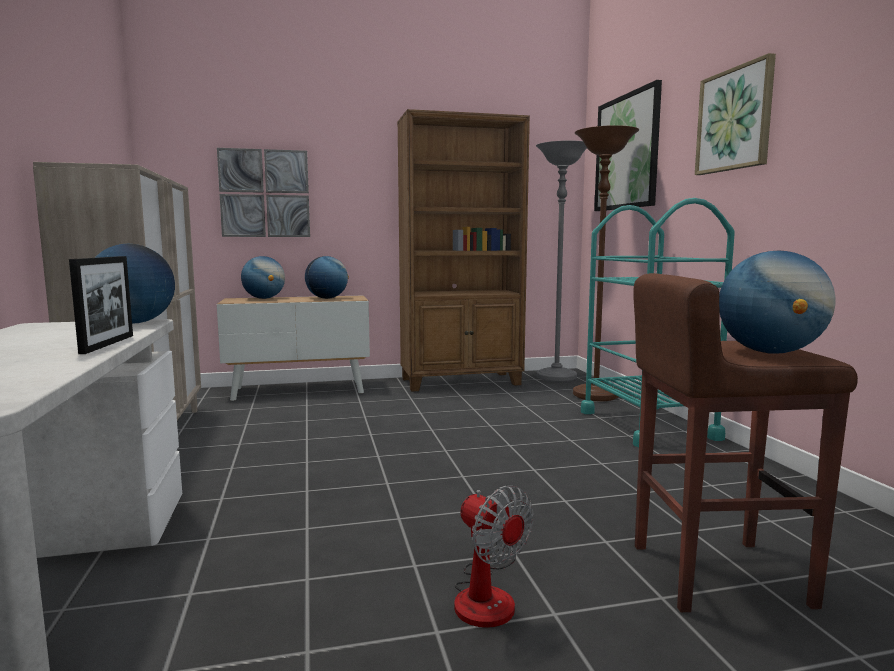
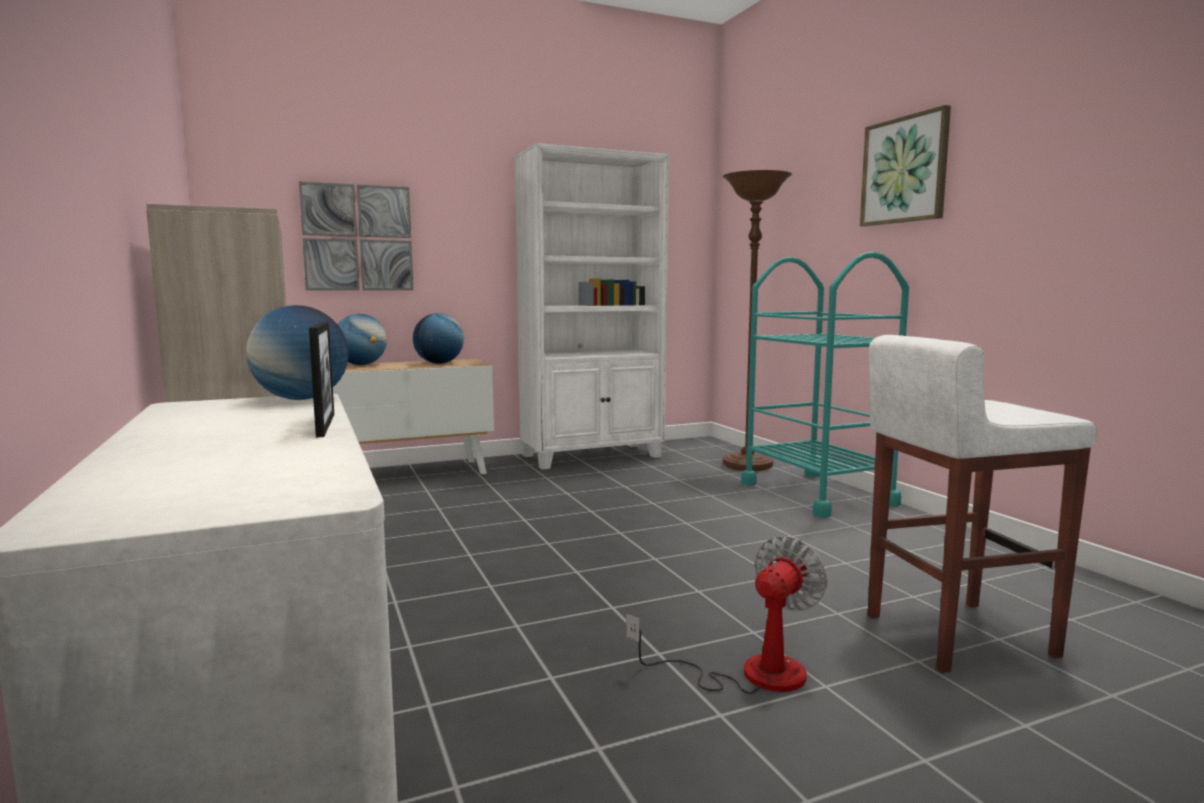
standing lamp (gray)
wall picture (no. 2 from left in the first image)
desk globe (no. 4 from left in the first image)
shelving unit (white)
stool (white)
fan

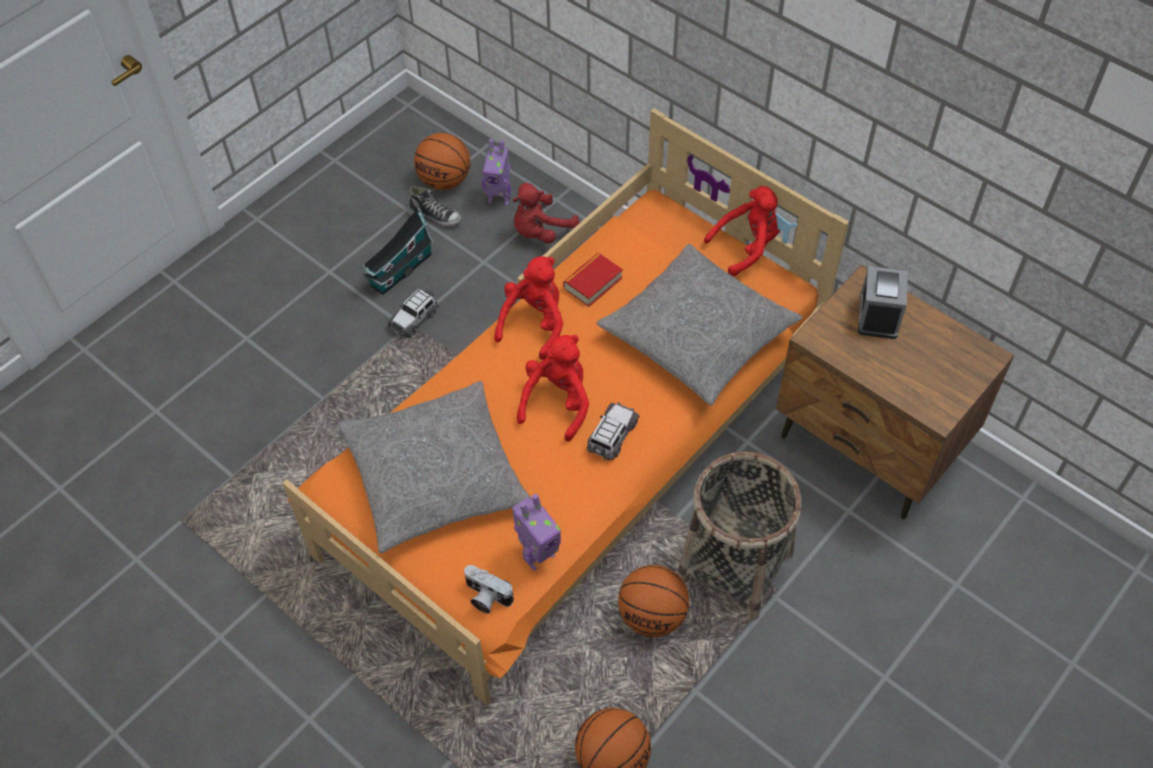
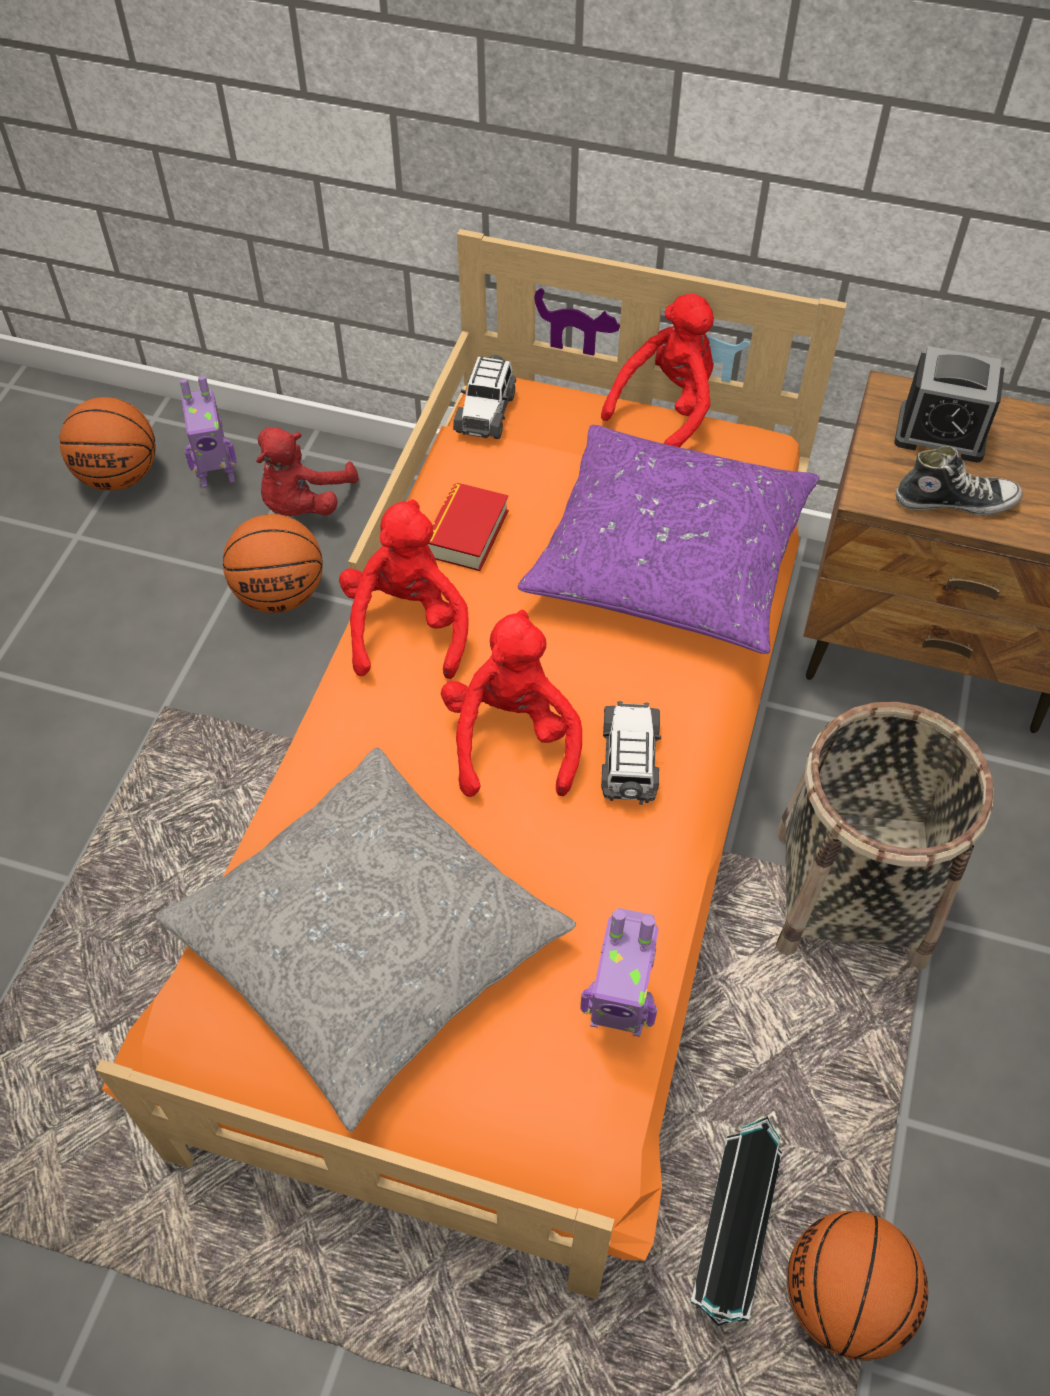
photo camera
toy house
toy car (no. 1 from left)
item of footwear
ball for basketball (no. 2 from left)
pillow (purplish)
toy robot (no. 2 from left)
bedside clock

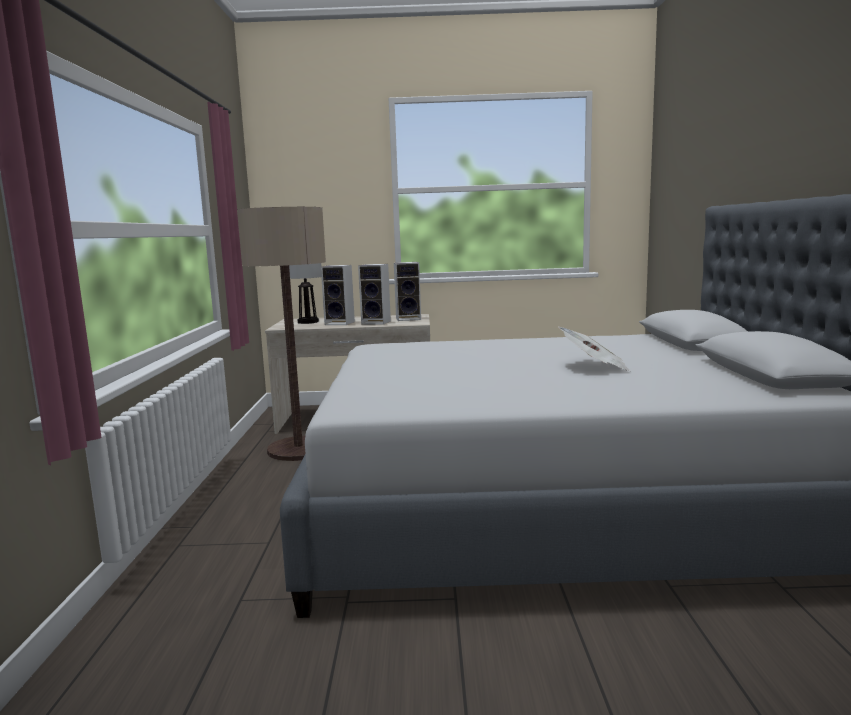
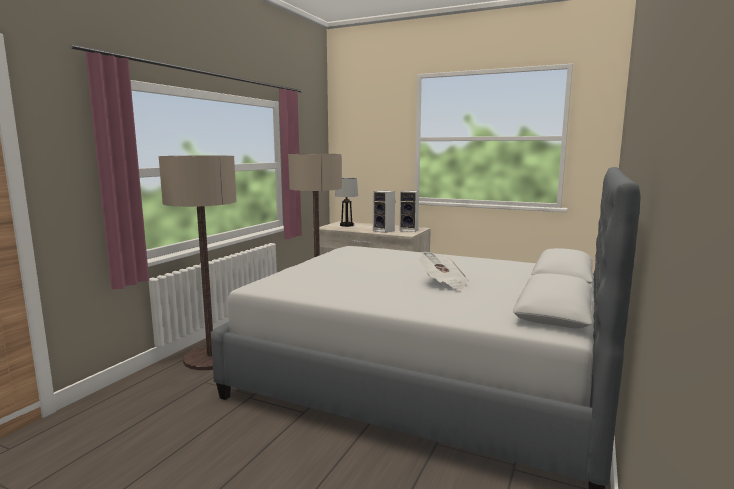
loudspeaker (no. 1 from left in the first image)
standing lamp (no. 1 from left)

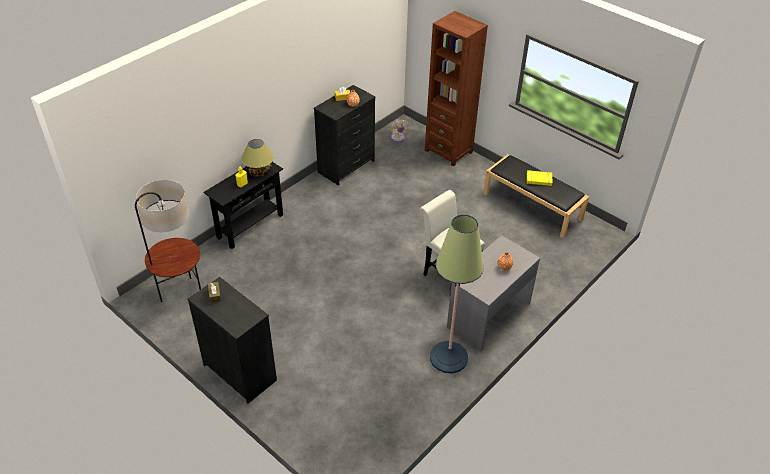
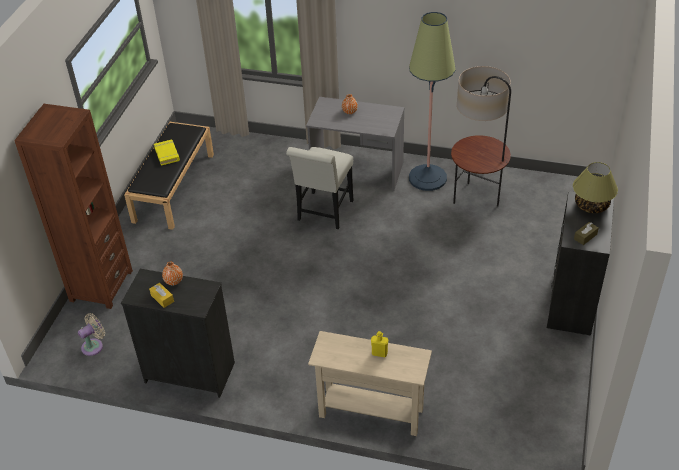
standing lamp (no. 2 from left)
tabletop lamp
console table (beige-coloured)

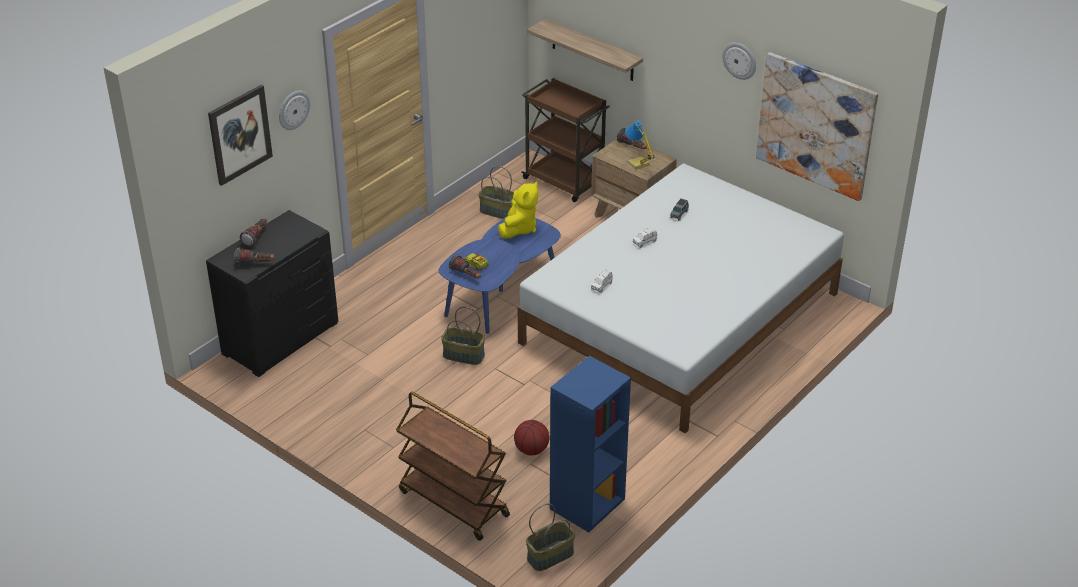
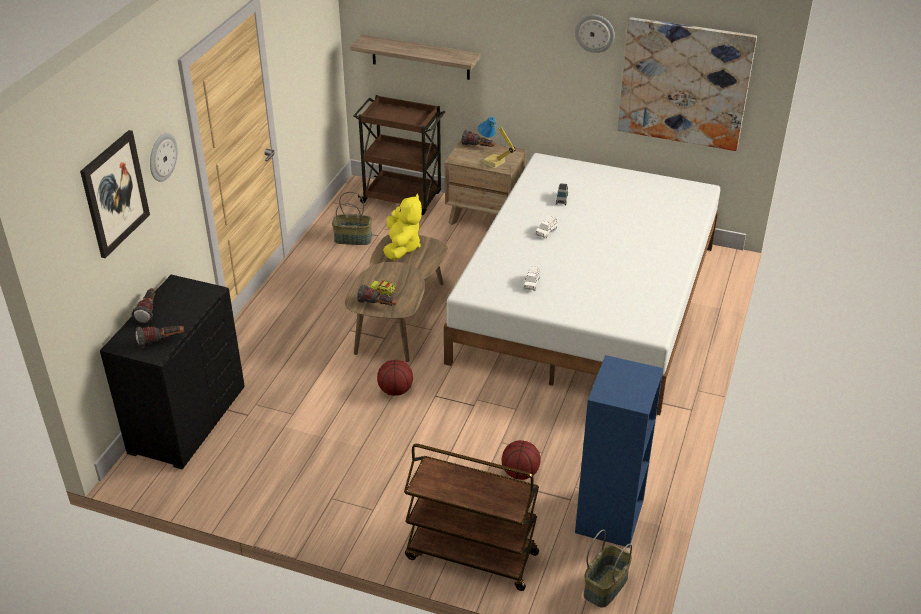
ball for basketball (no. 1 from left)
coffee table (brownish)

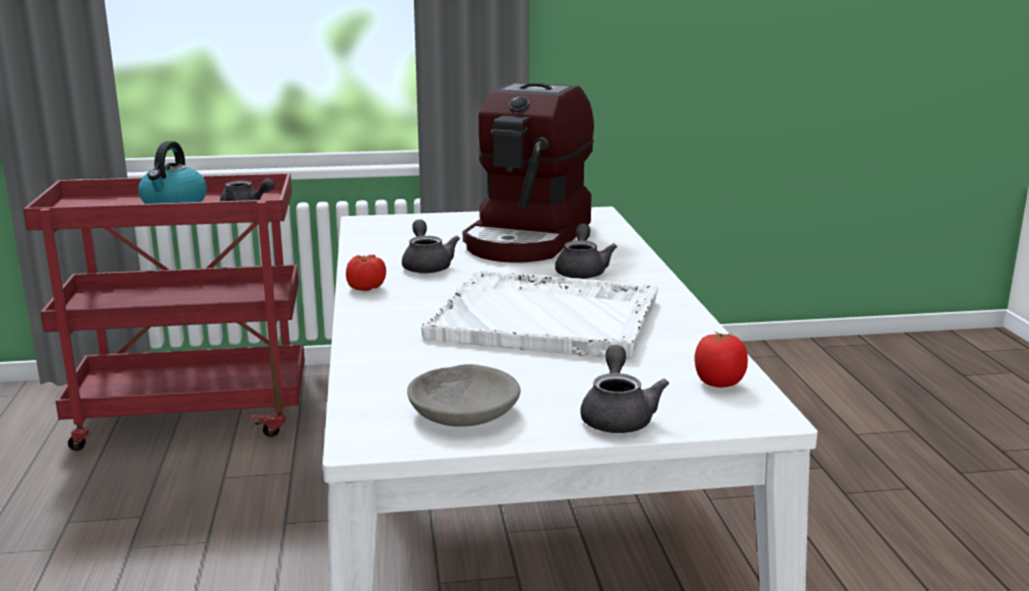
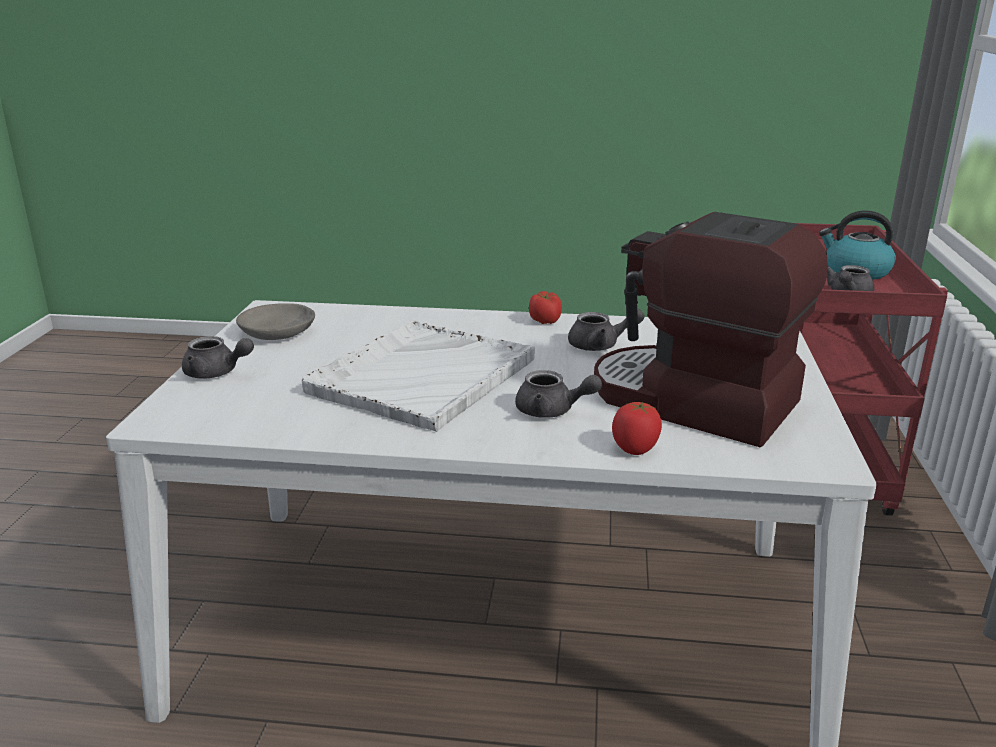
tomato (no. 2 from left)

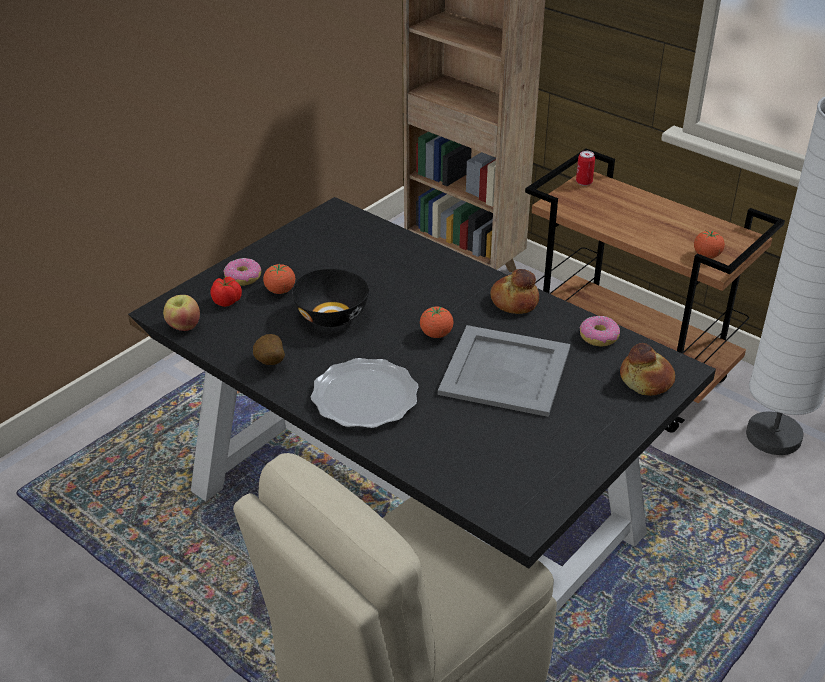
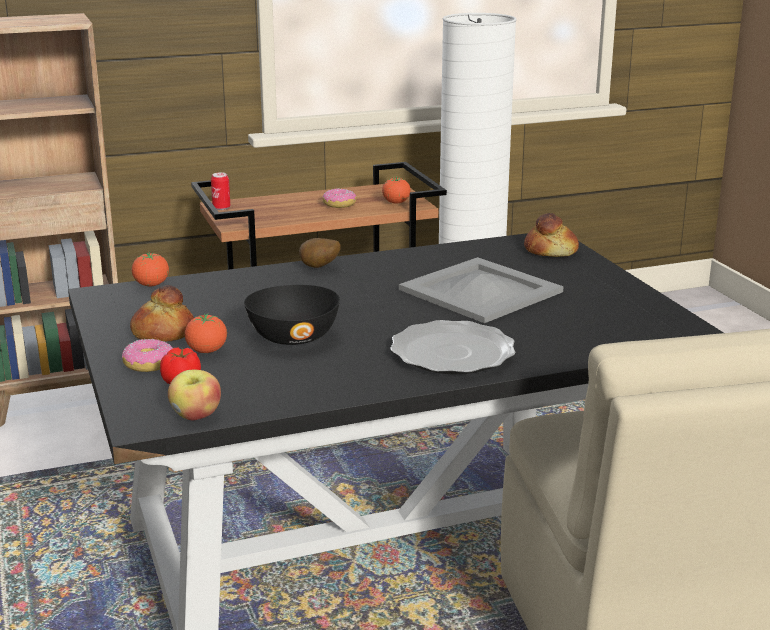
spud
tomato (no. 1 from left)
baked bread (no. 1 from left)
donut (no. 2 from left)

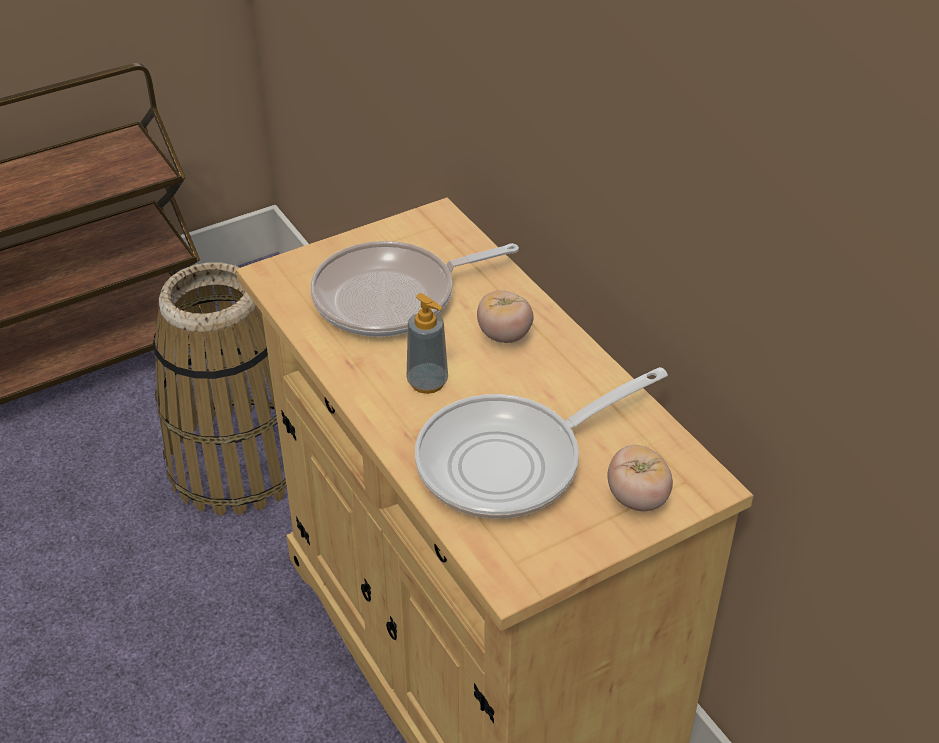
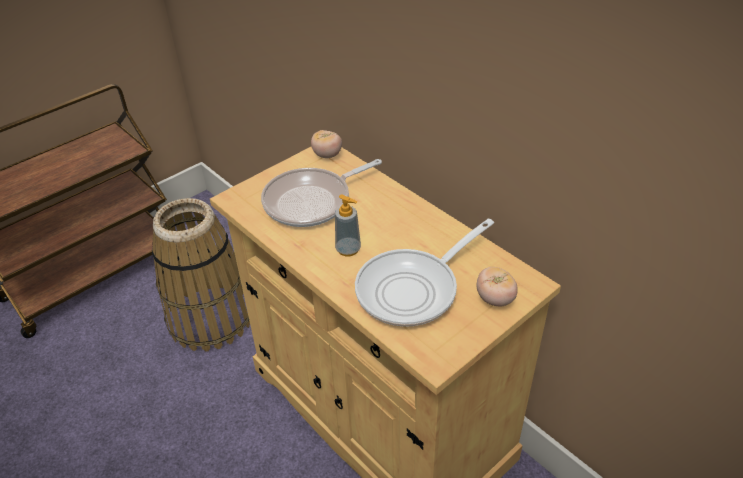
tomato (no. 1 from left)

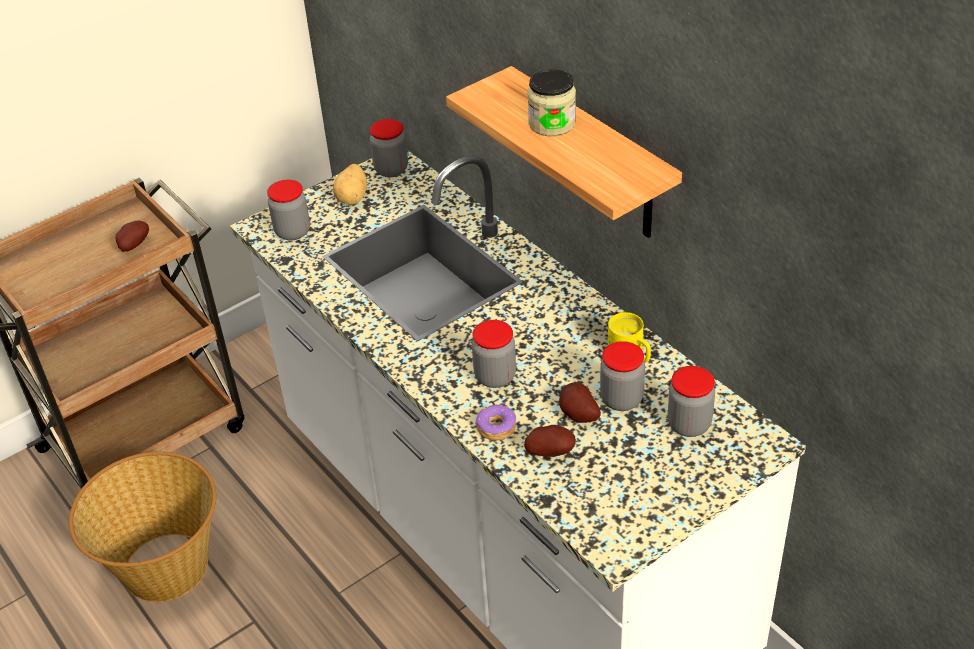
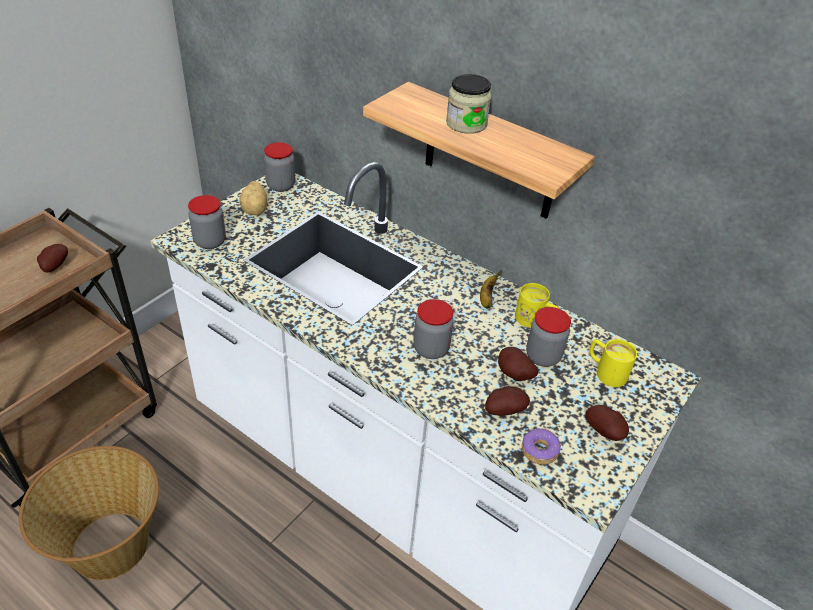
banana fruit
spud (no. 5 from left)
donut
mug (yellow-coloured) (no. 2 from left)

